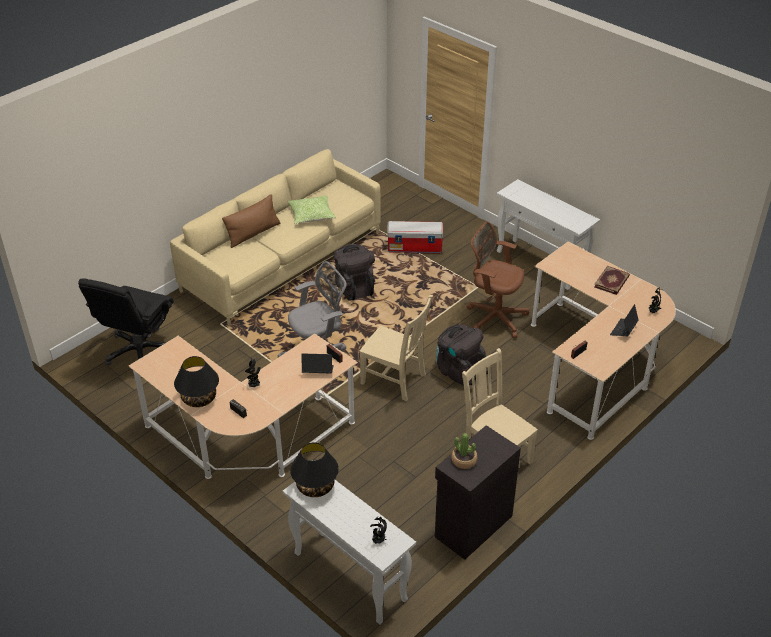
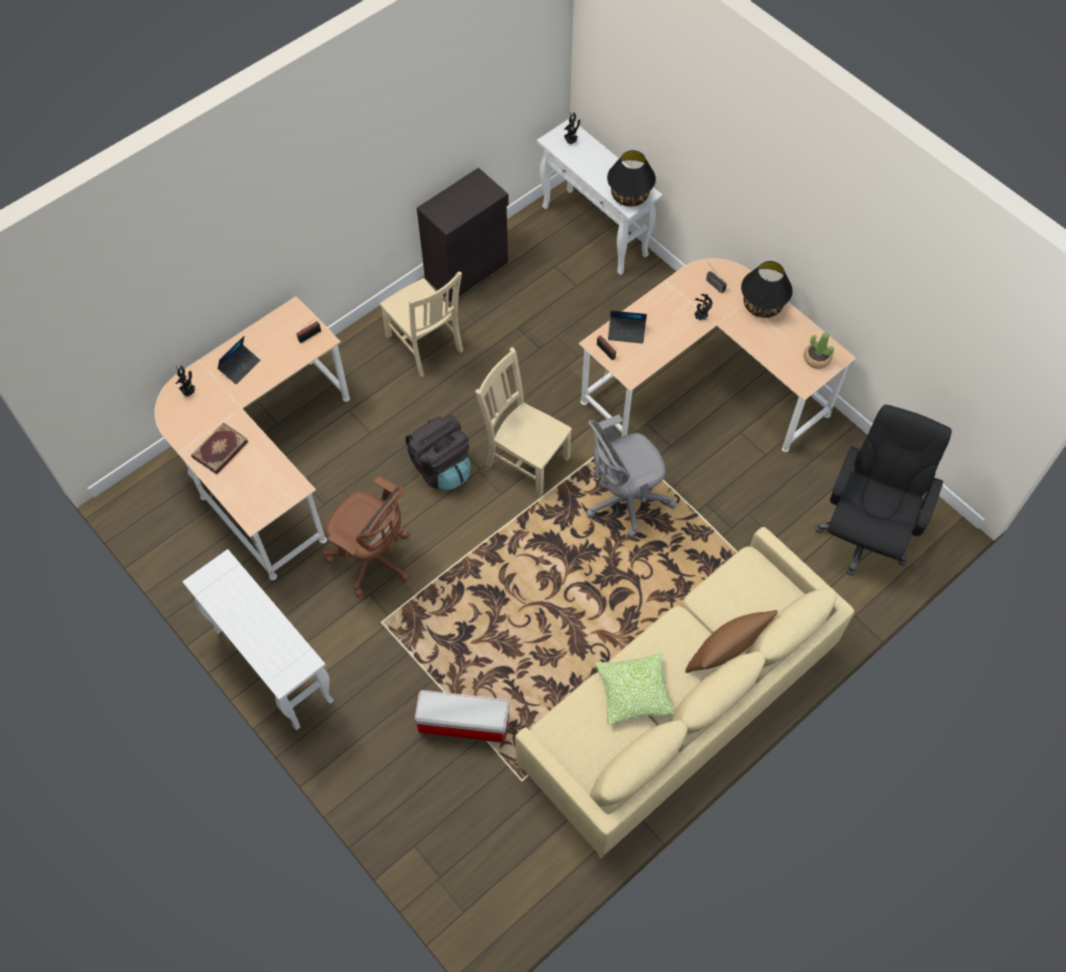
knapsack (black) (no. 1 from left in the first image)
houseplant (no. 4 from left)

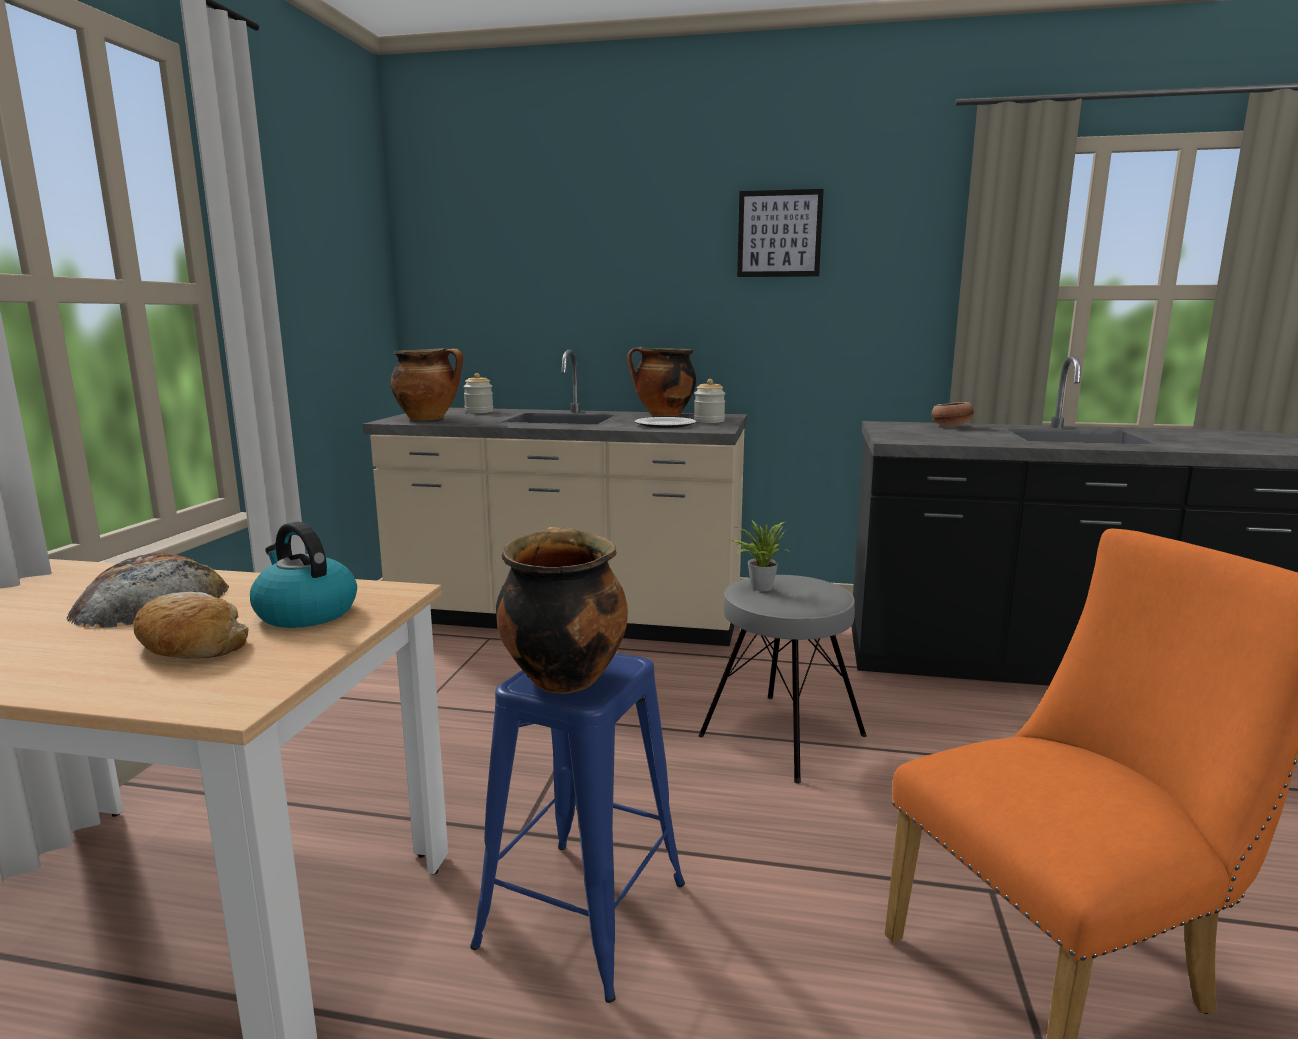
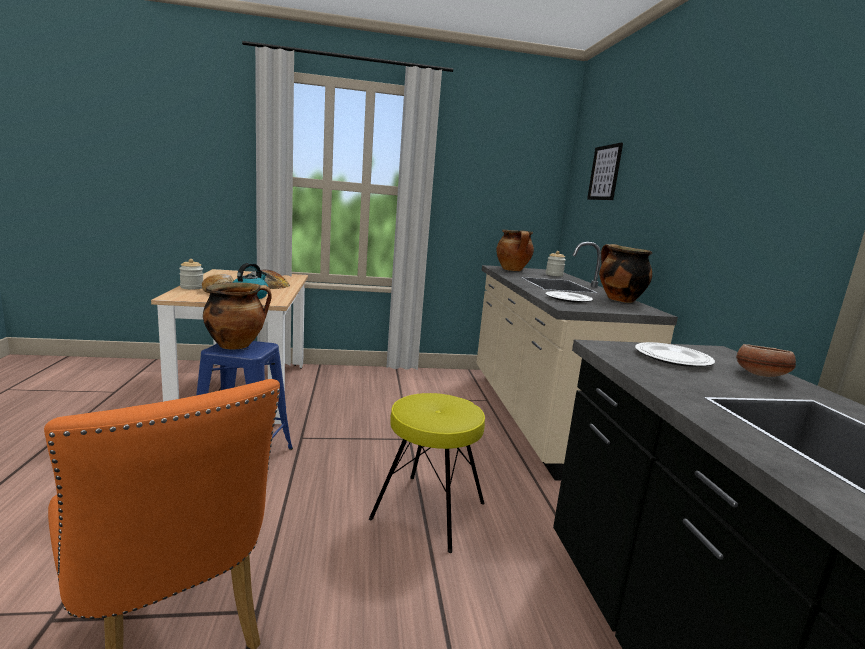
houseplant
flat dish (no. 2 from left)
storage jar (no. 1 from left)
wall picture
stool (yellow-coloured)

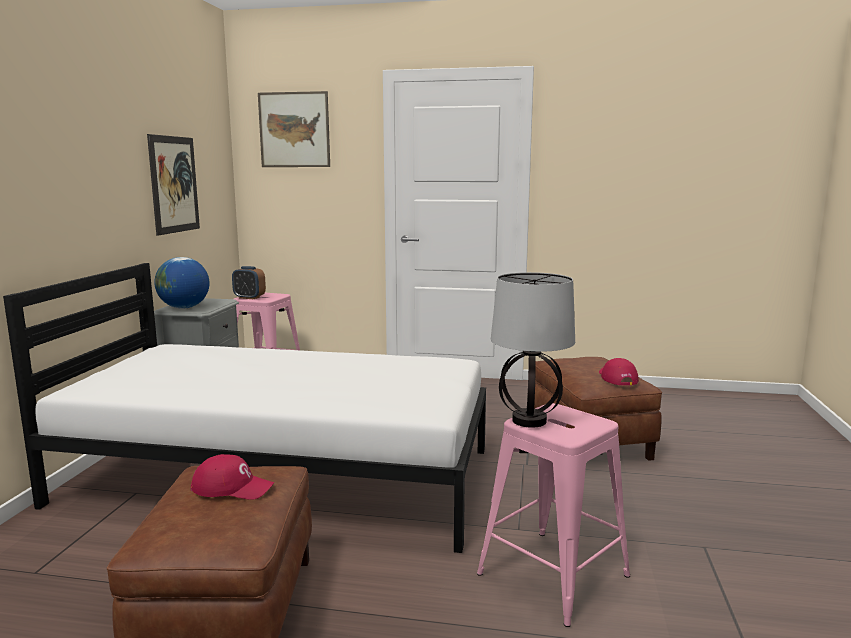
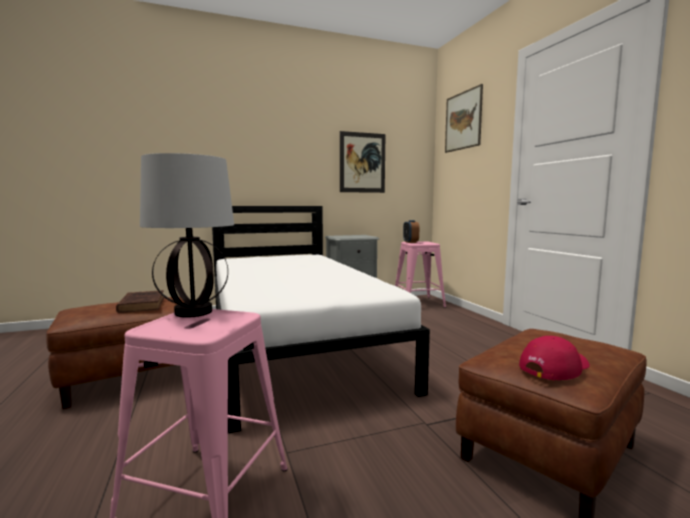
desk globe
volume (brownish)

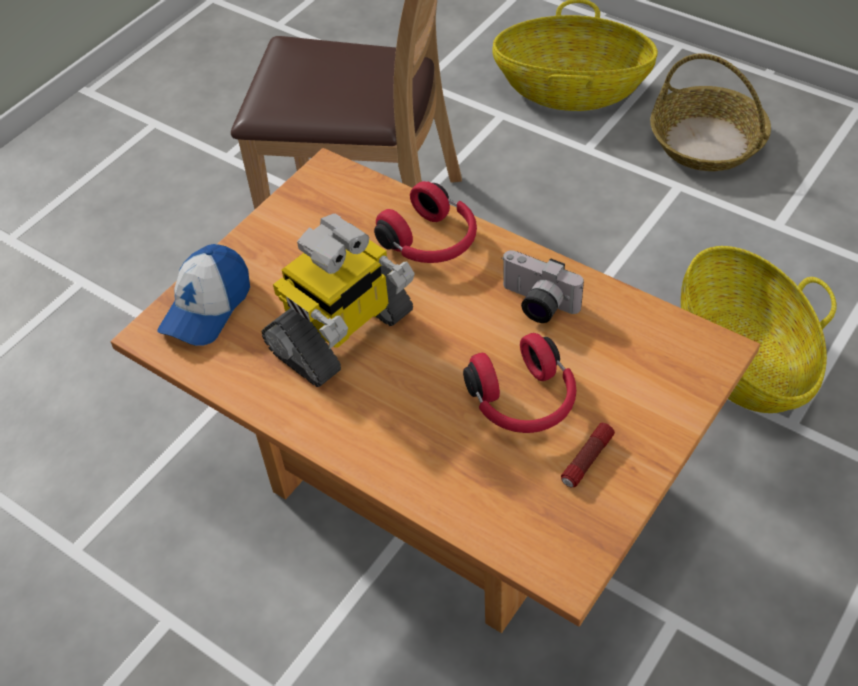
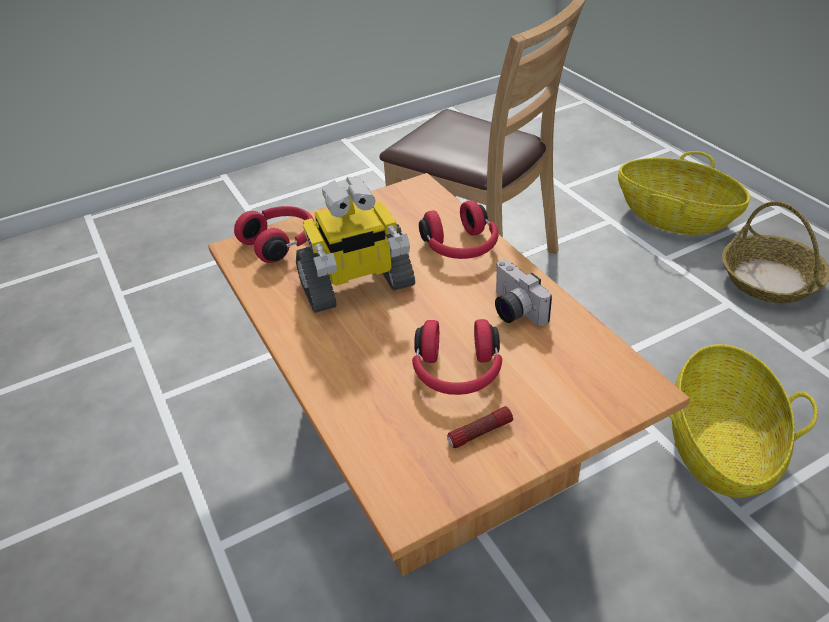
headphones (reddish) (no. 1 from left)

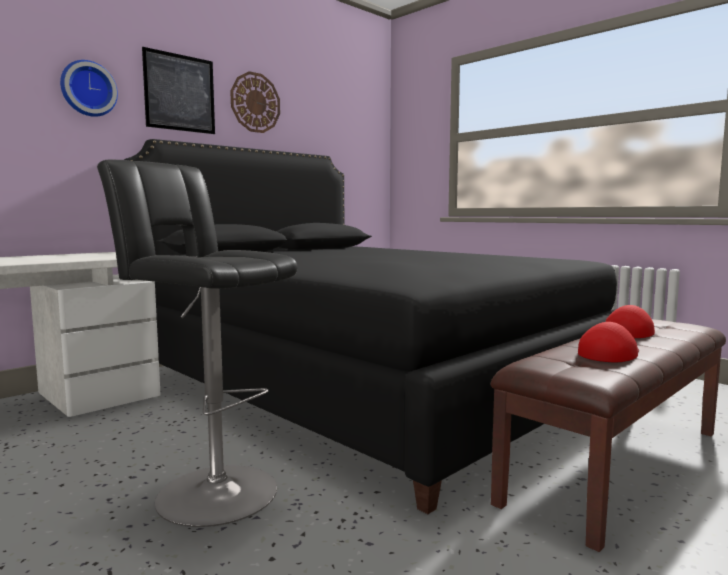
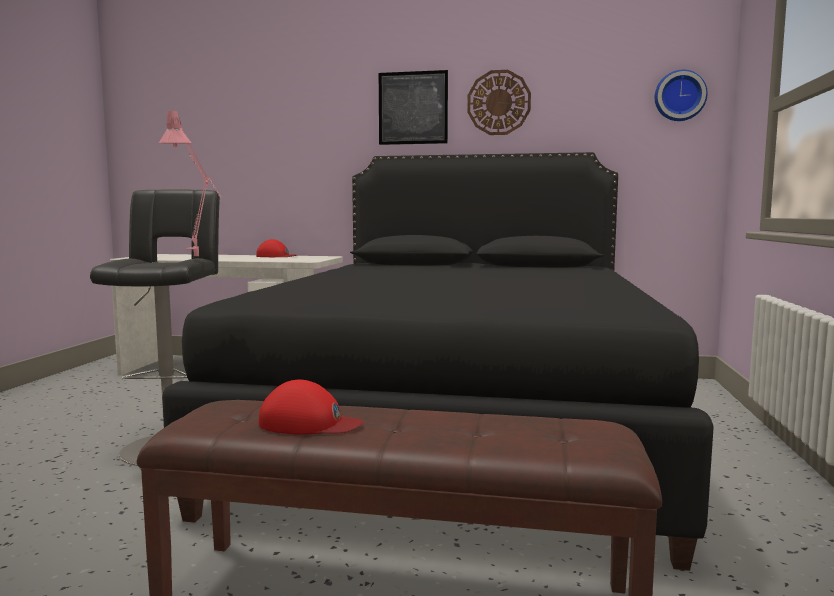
tabletop lamp (pink-coloured)
wall clock (no. 2 from left)
cap (reddish) (no. 1 from left)

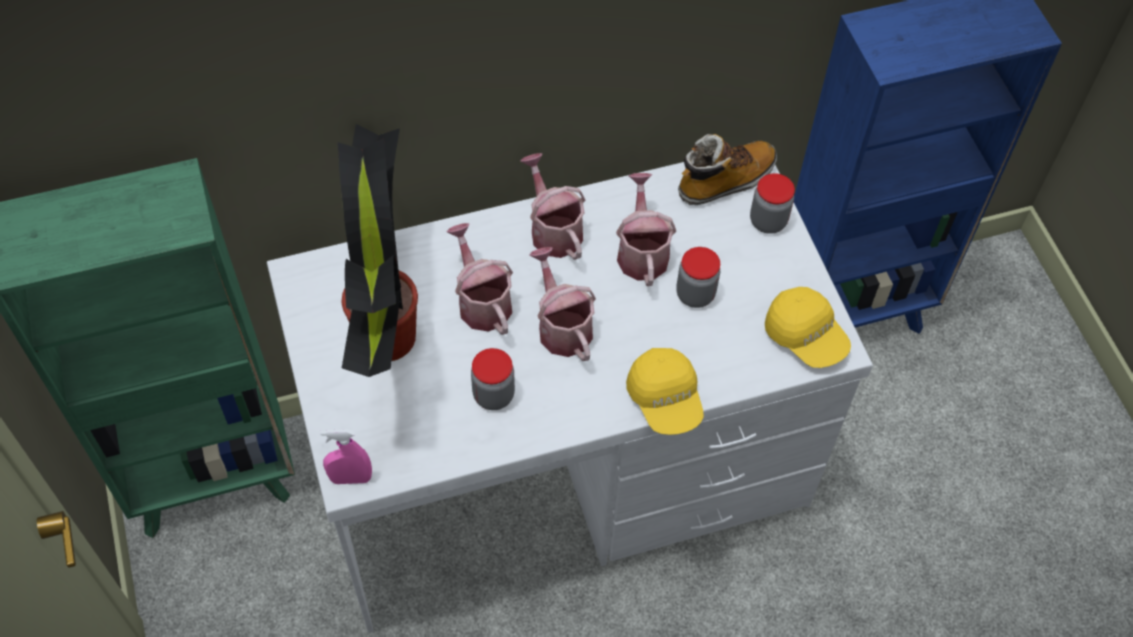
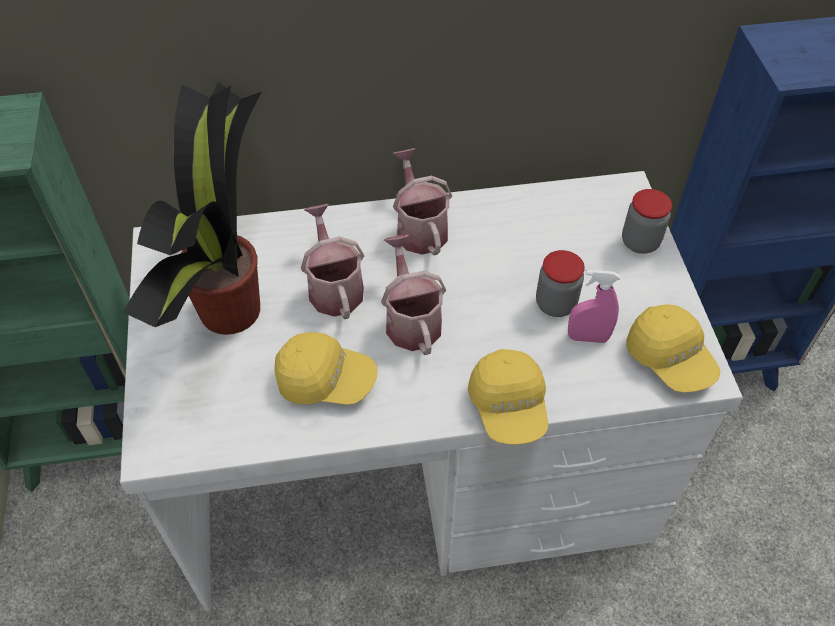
watering pot (no. 4 from left in the first image)
high-top boot
hand sprayer (pink-coloured)
cap (yellow-coloured) (no. 1 from left)

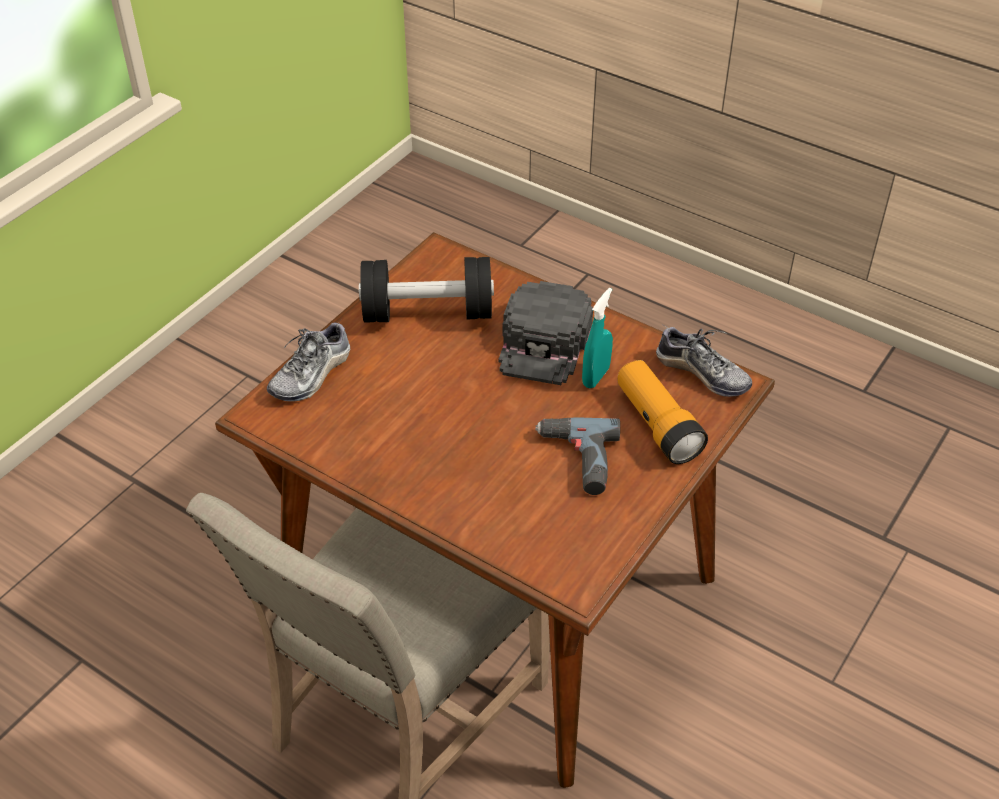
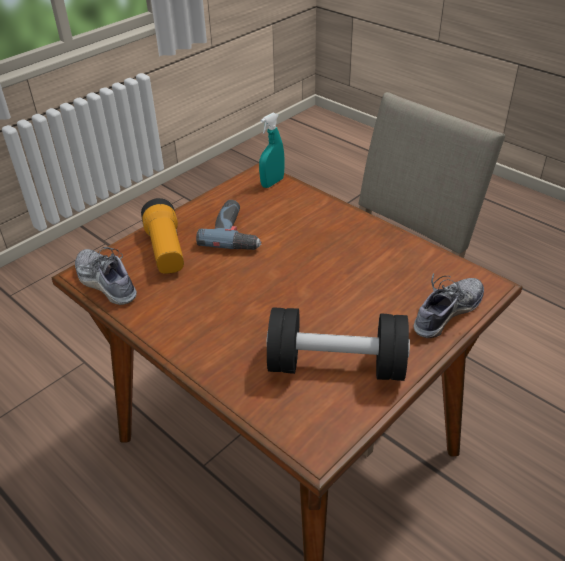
cap (black)
hand sprayer (turquoise-coloured)

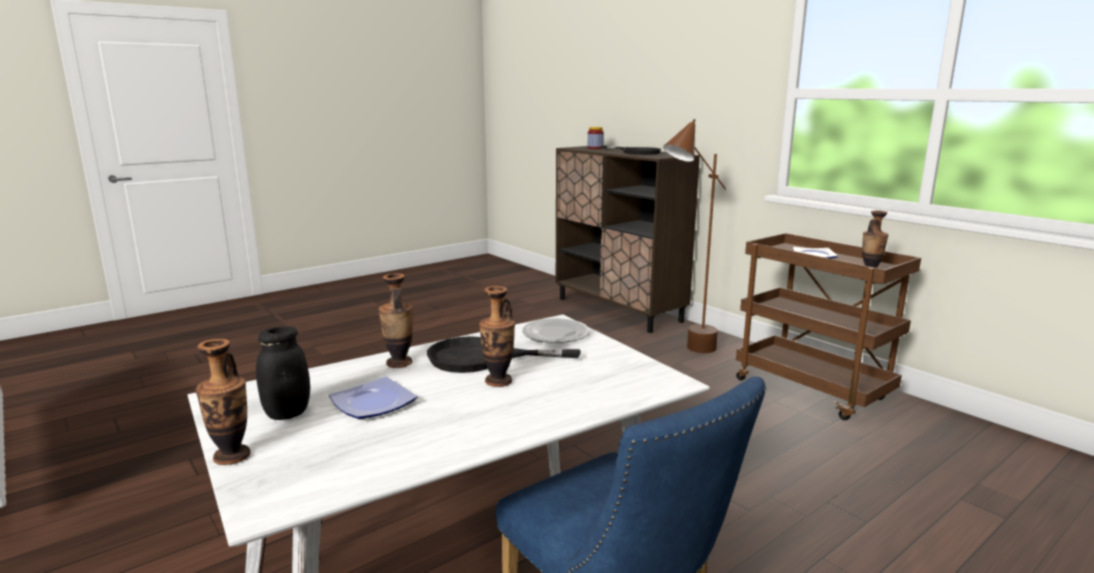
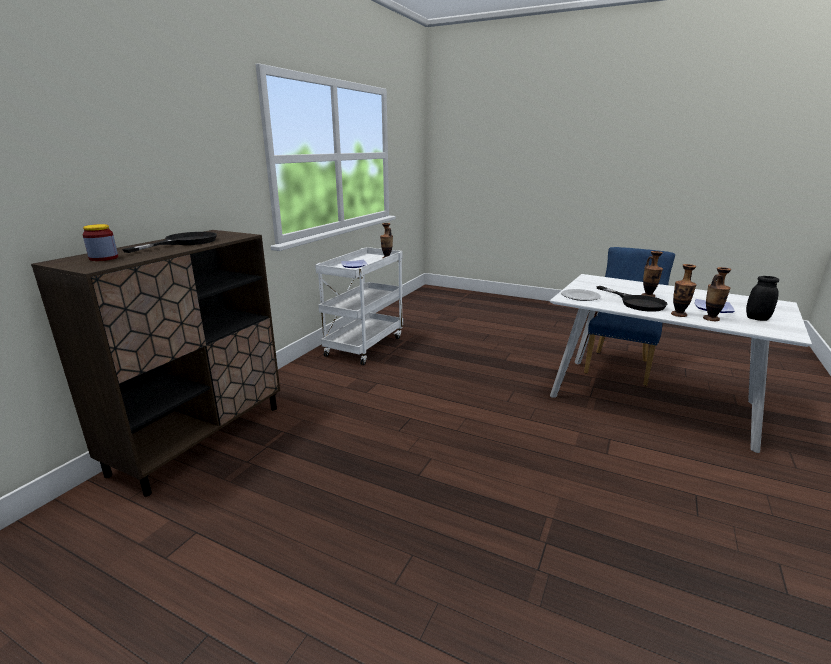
standing lamp (brownish)
vase (no. 4 from left)
cart (white)

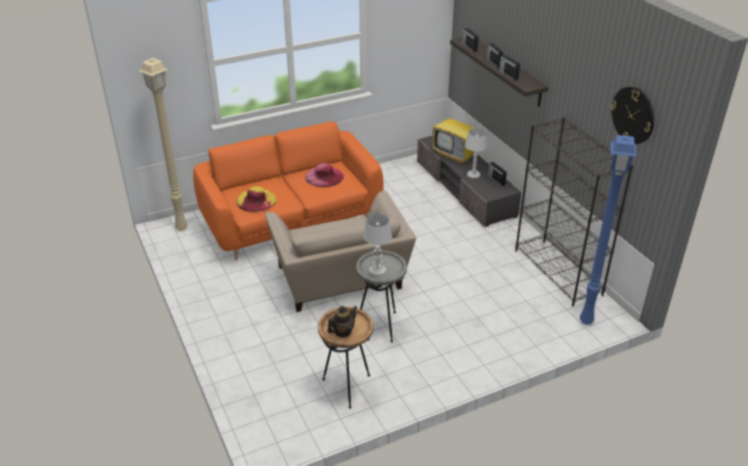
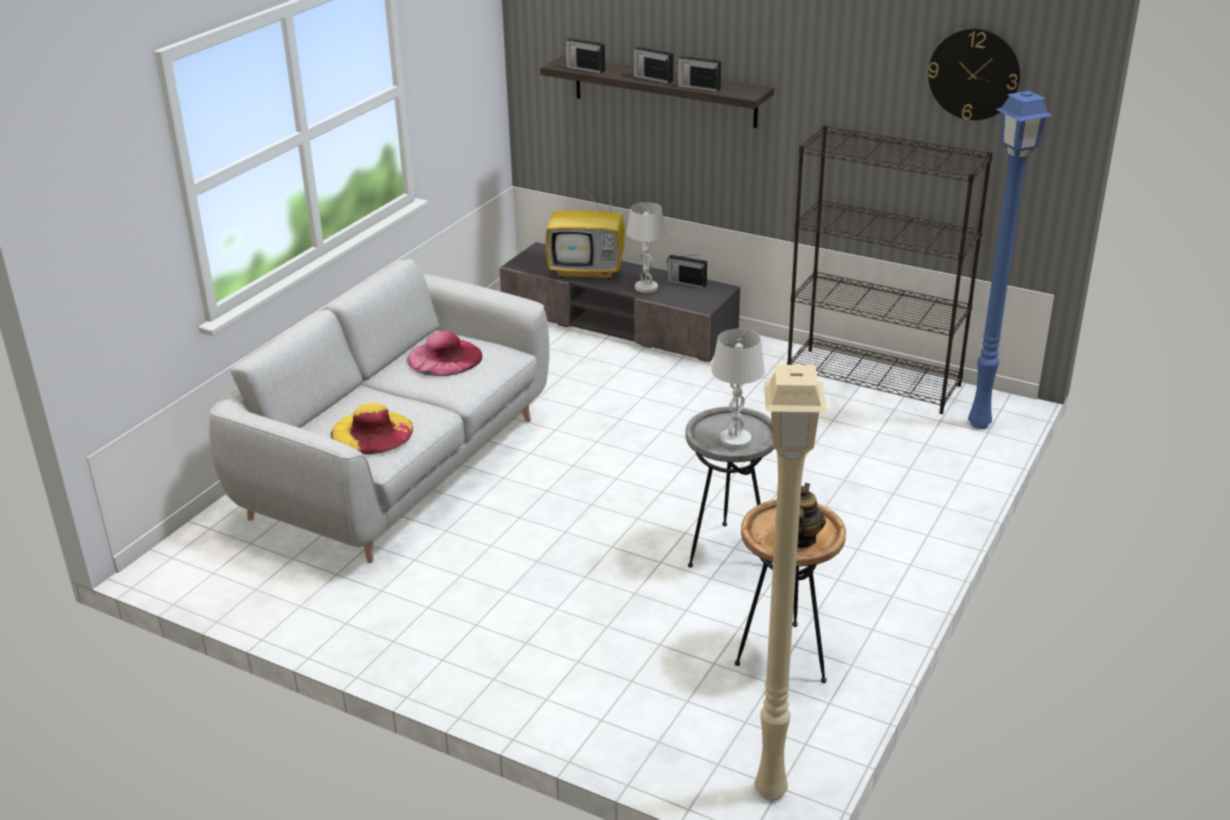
armchair (beige-coloured)
standing lamp (beige-coloured)
couch (gray)

